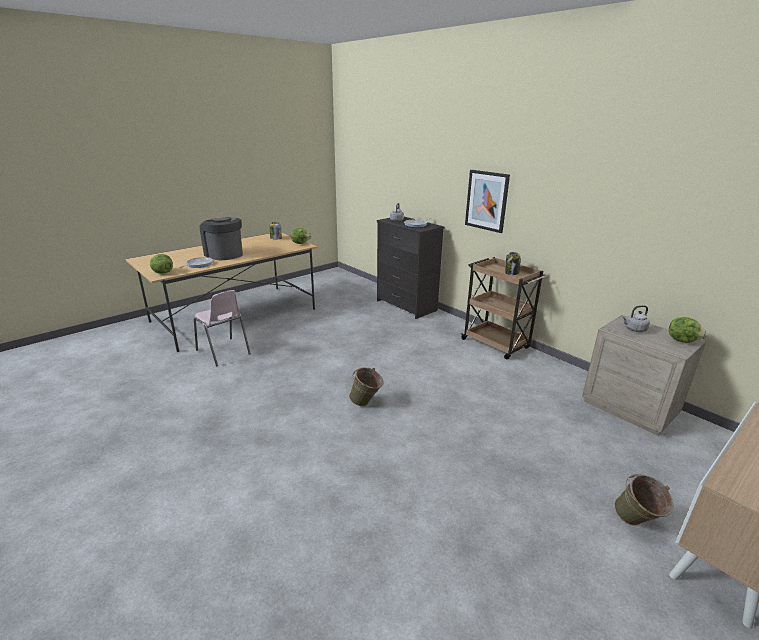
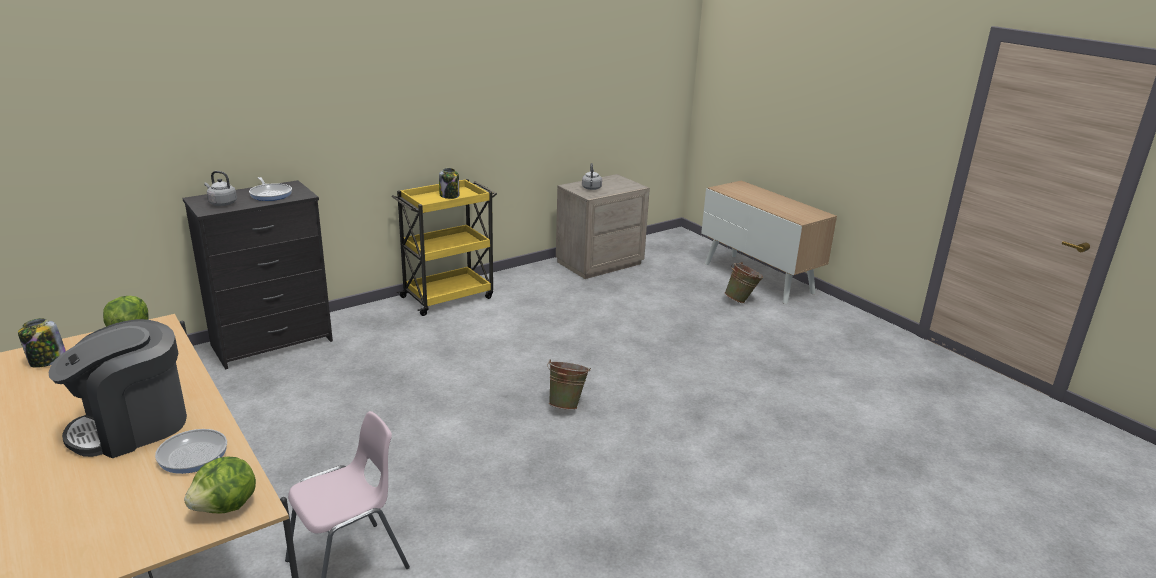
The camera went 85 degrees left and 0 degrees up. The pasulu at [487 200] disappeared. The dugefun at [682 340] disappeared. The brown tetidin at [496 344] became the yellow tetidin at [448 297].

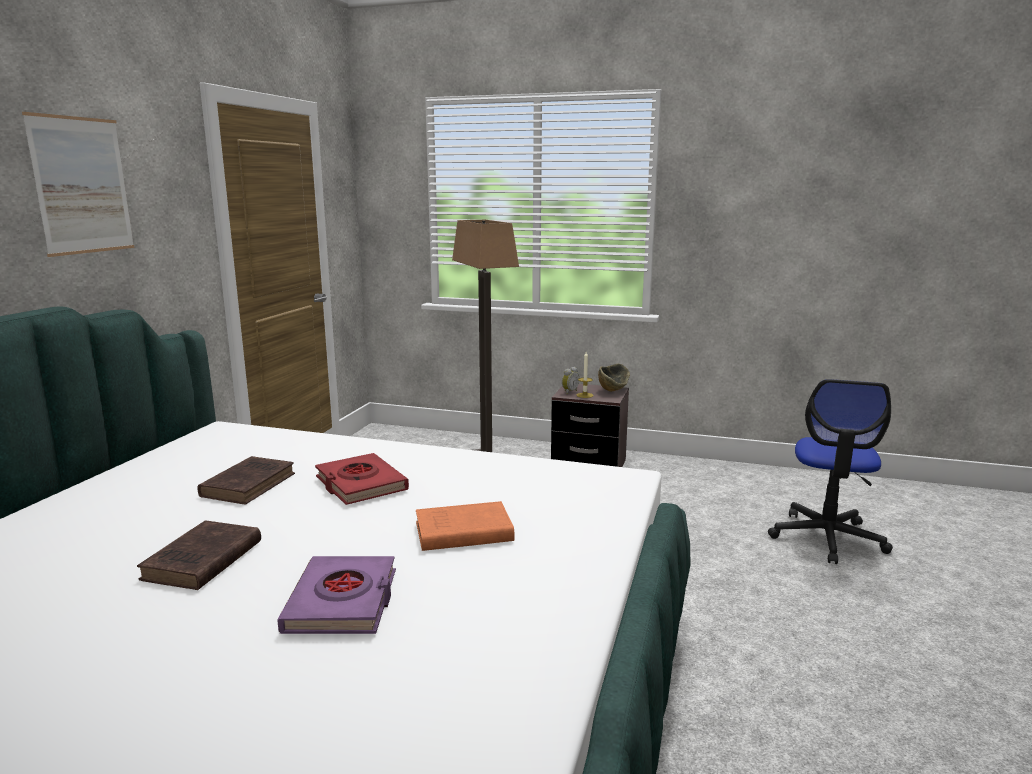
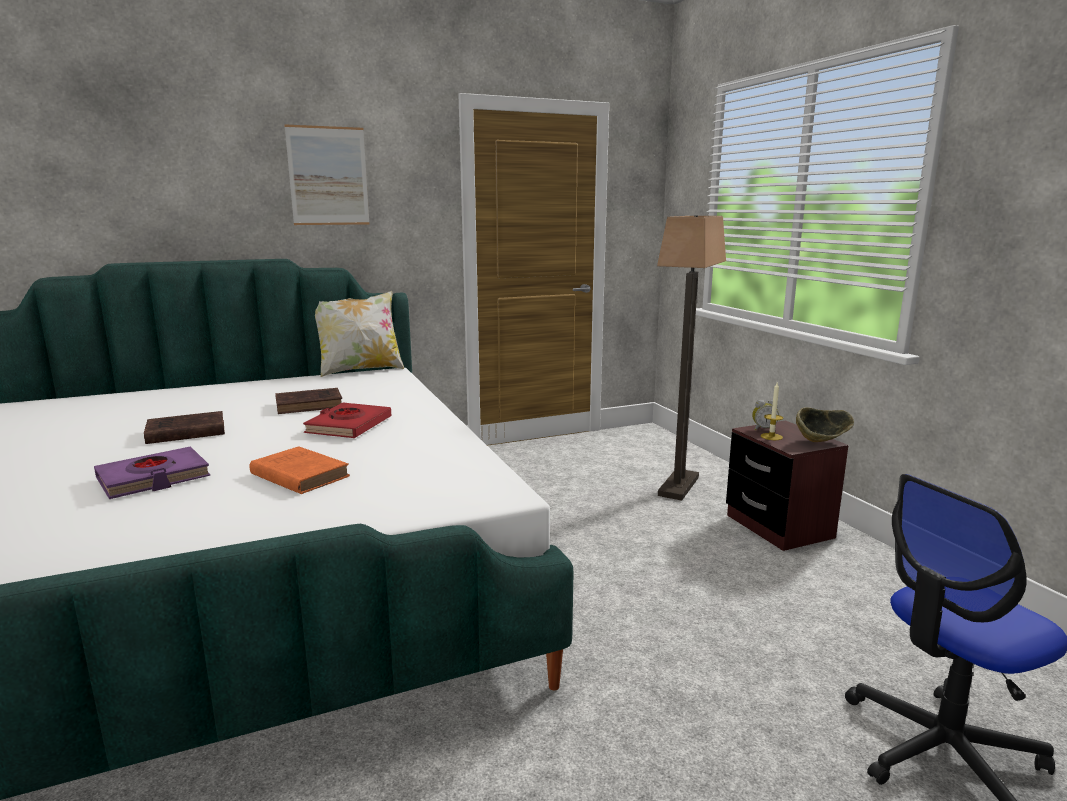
The camera went 50 degrees right and 0 degrees up. The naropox at [360 370] appeared.

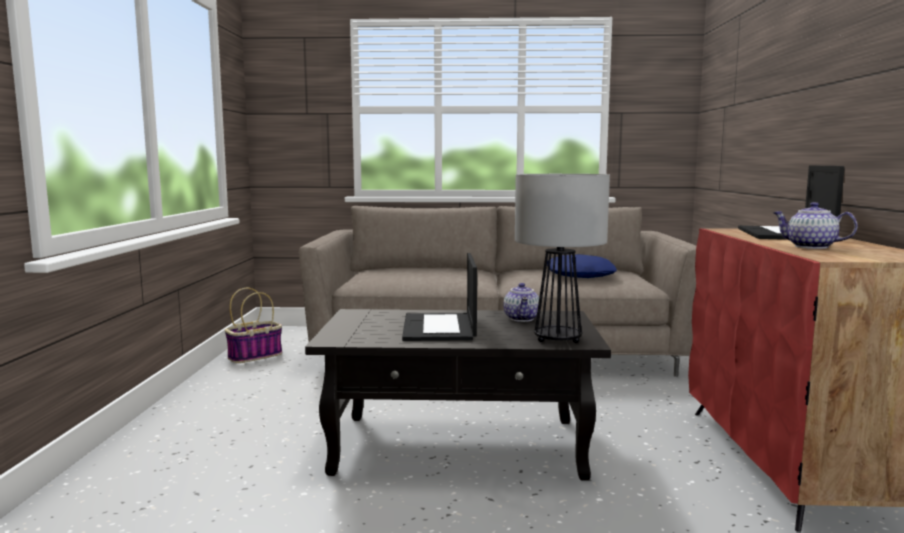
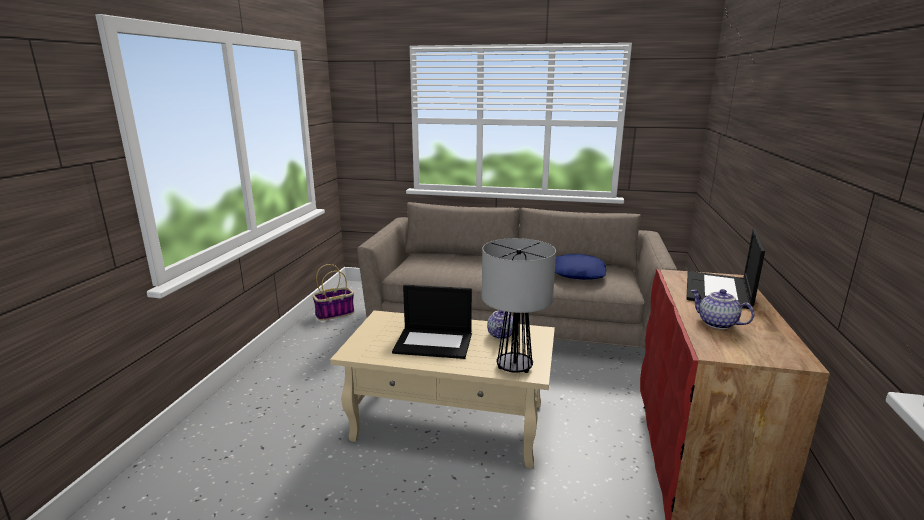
The camera went 10 degrees right and 10 degrees up. The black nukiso at [460 445] became the beige nukiso at [451 422]. The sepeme at [440 328] turned 90 degrees counterclockwise.

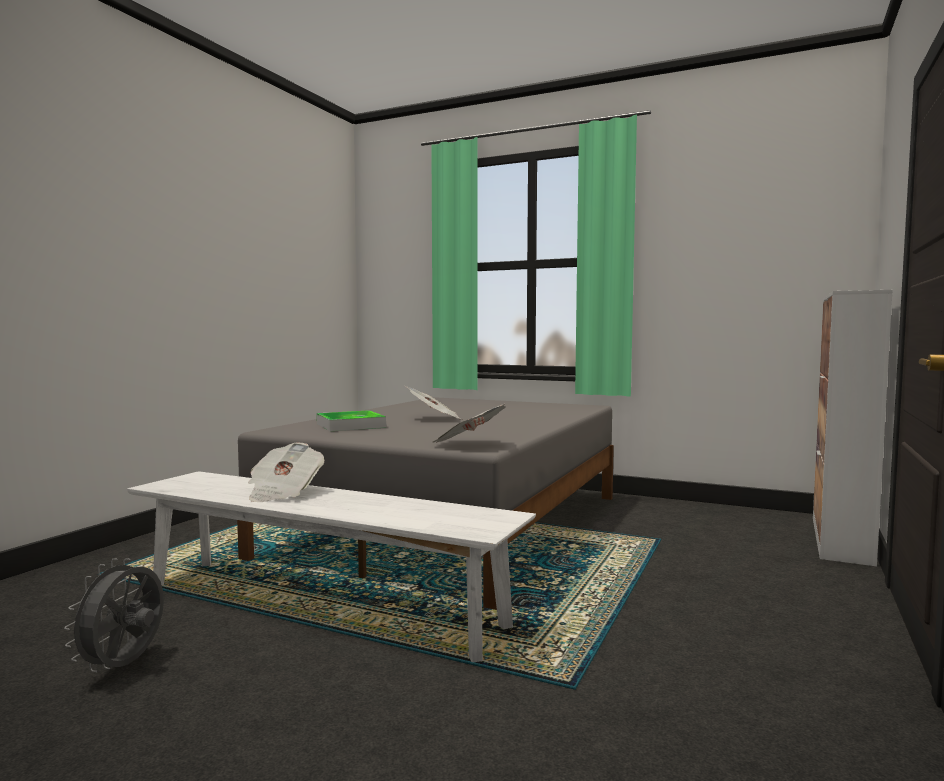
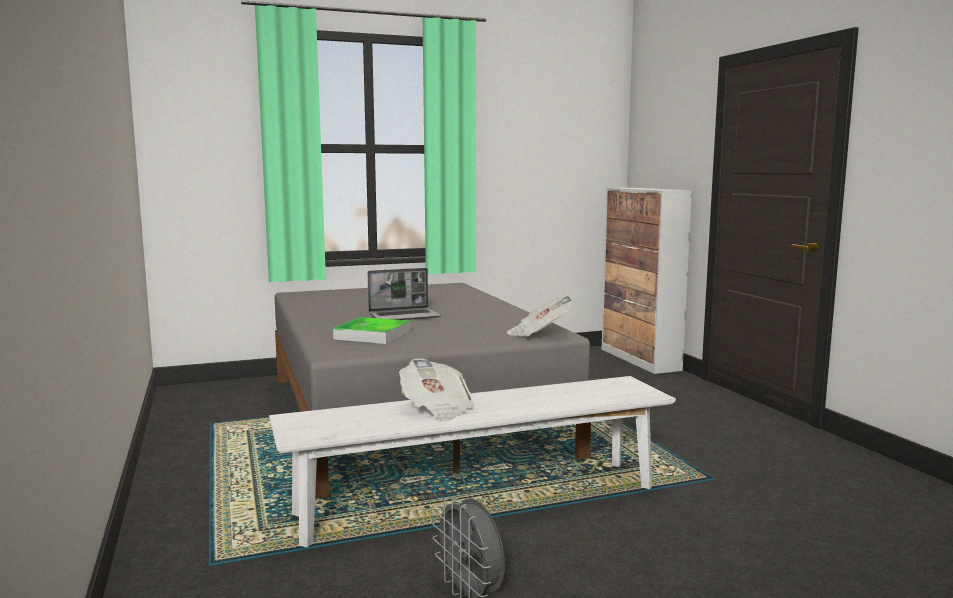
The camera went 45 degrees left and 5 degrees up. The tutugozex at [434 419] was replaced by the sepeme at [404 316].

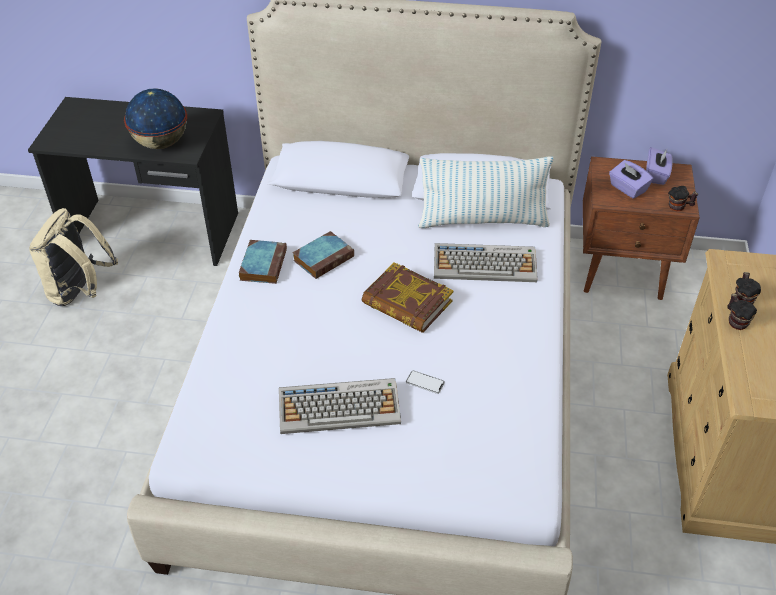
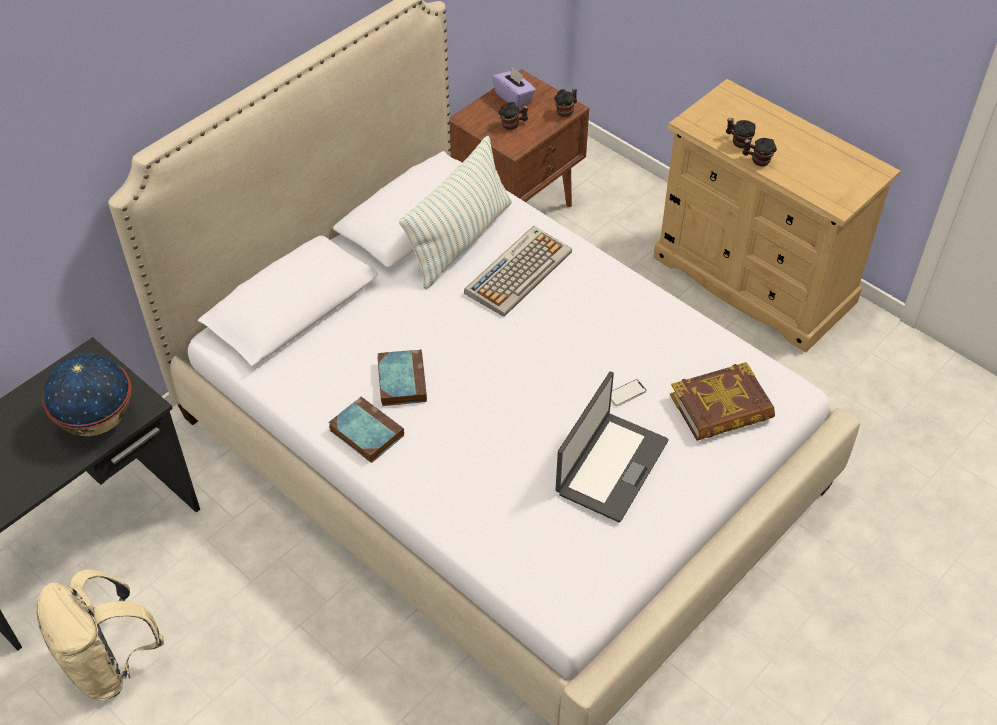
The camera went 55 degrees left and 5 degrees up. The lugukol moved from [407 303] to [721 408]. The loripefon at [340 407] was replaced by the sepeme at [610 466]. The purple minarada at [627 188] was replaced by the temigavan at [513 125].

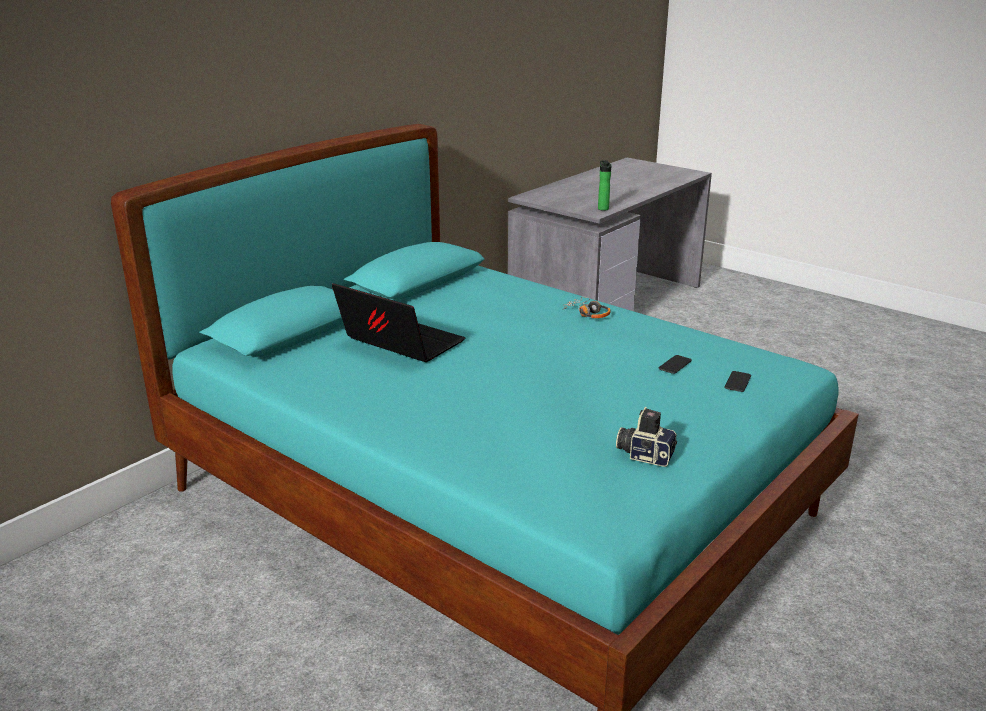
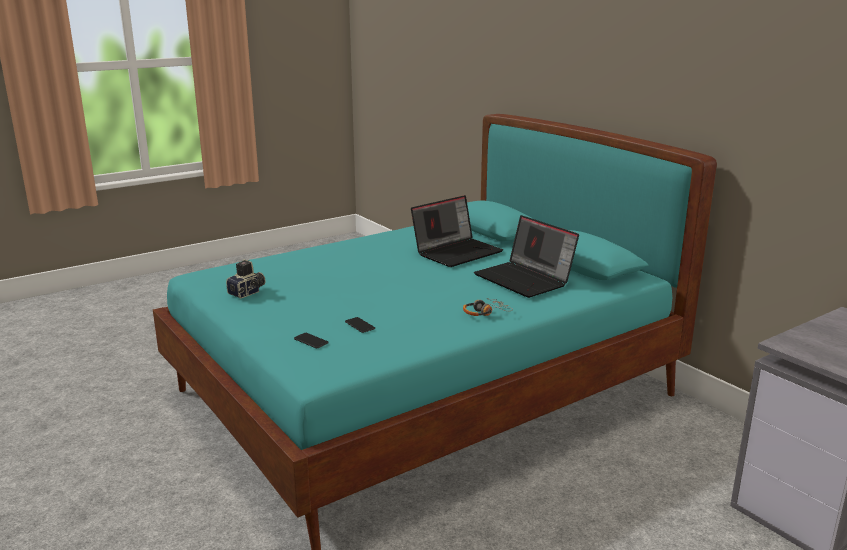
The camera went 105 degrees right and 5 degrees down. The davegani at [602 208] disappeared. The sepeme at [525 279] appeared.

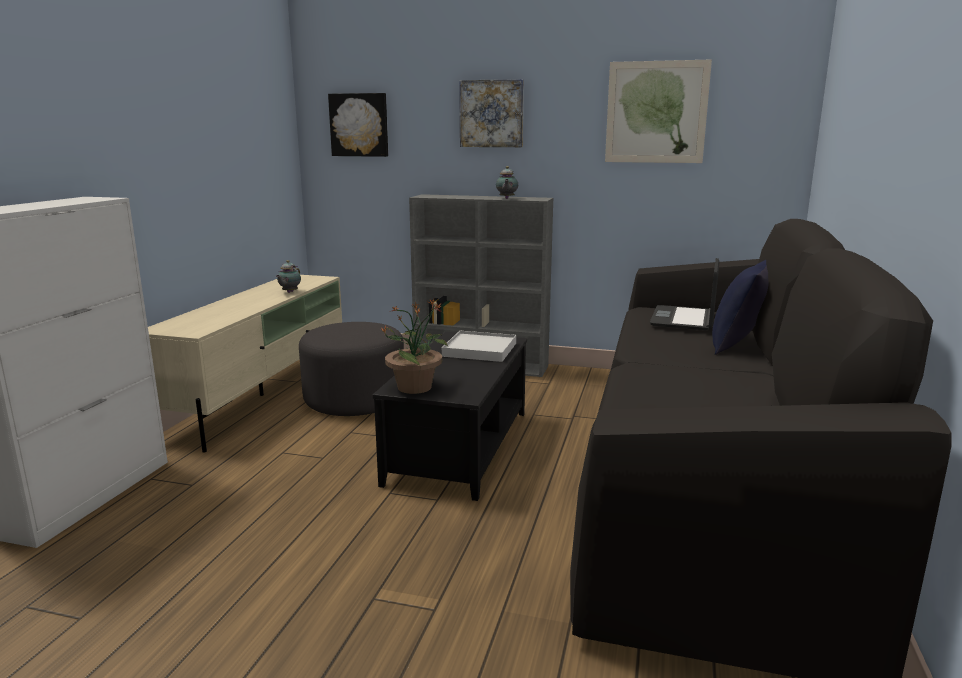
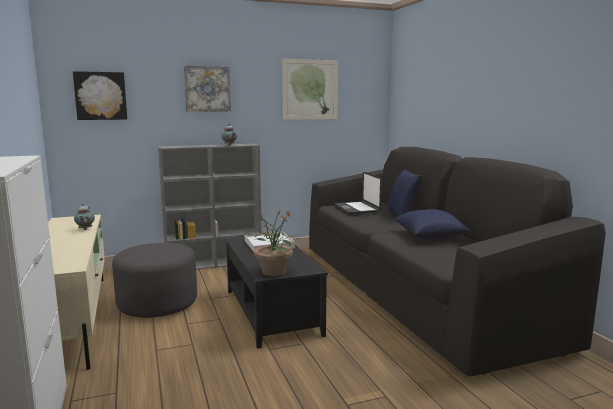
The camera went 35 degrees left and 5 degrees down. The blue naropox at [429 236] appeared.

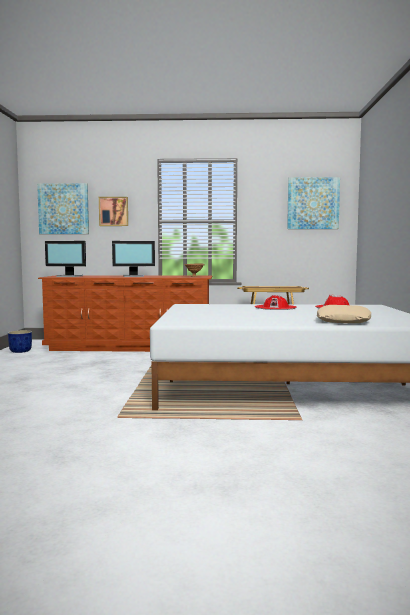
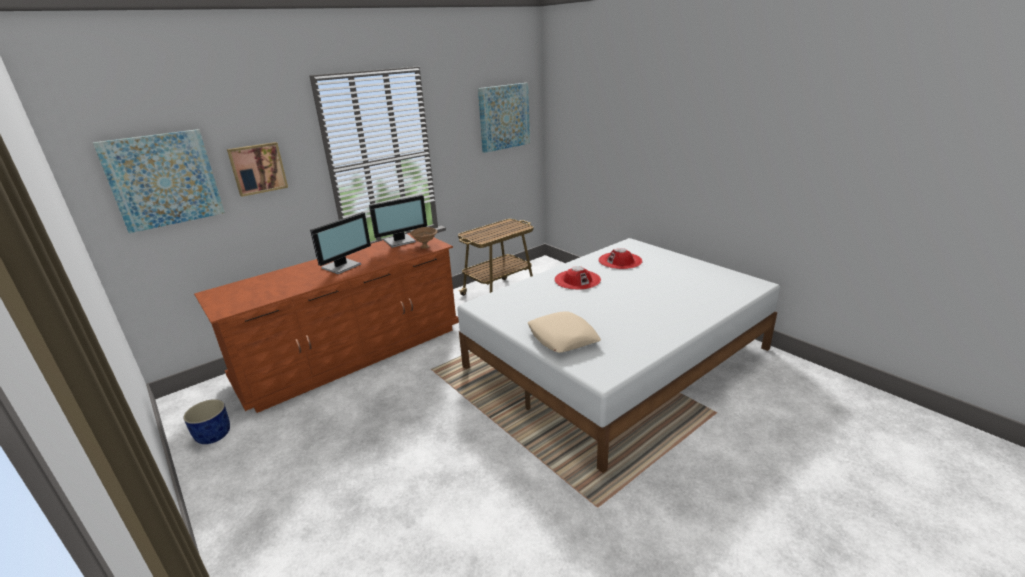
The camera went 40 degrees left and 20 degrees up. The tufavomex moved from [69 276] to [400 241]. The beige naropox moved from [343 321] to [563 337].

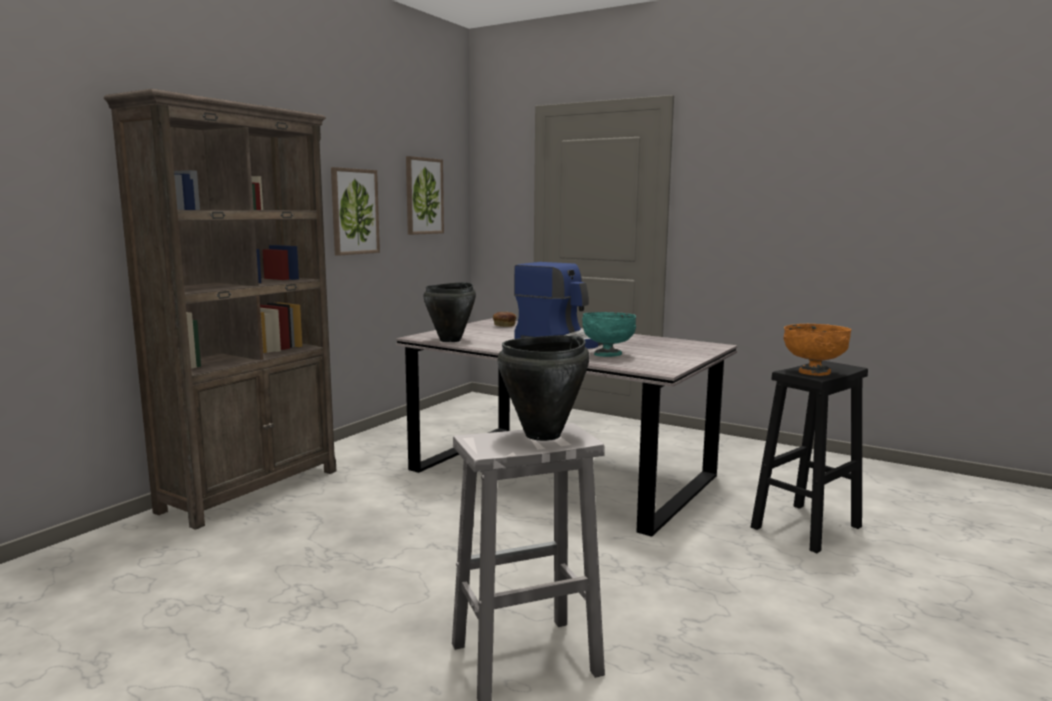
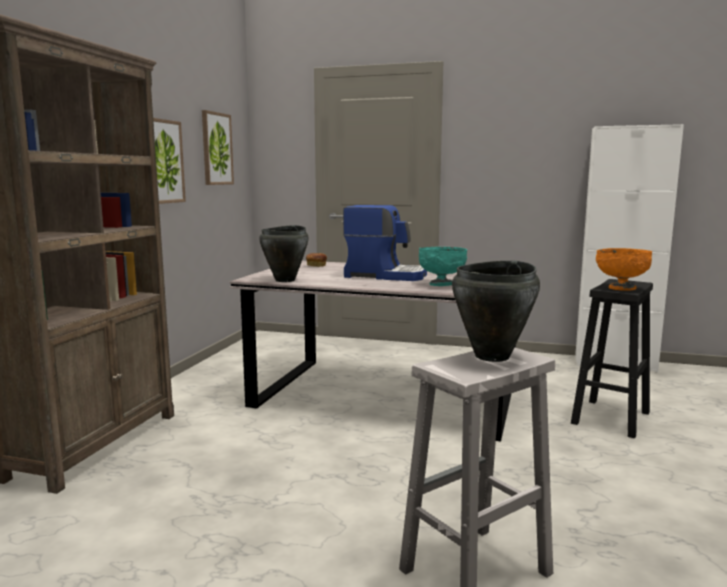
The camera went 15 degrees left and 0 degrees up. The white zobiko at [614 363] appeared.

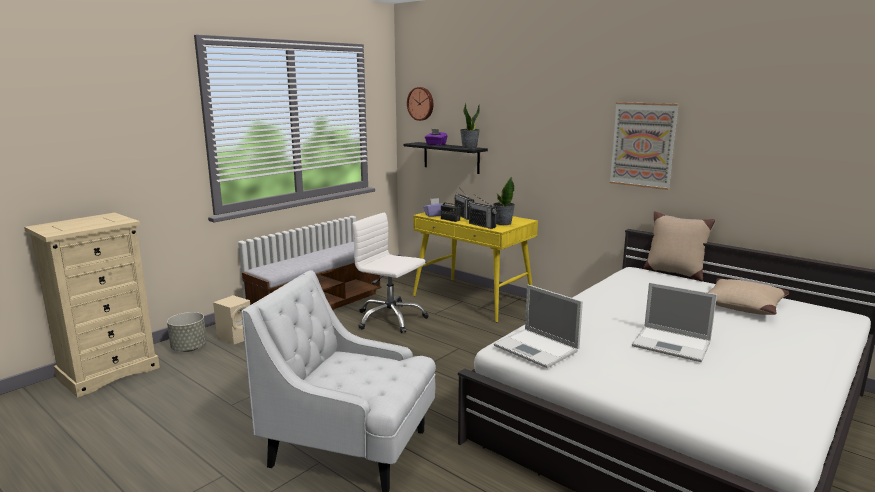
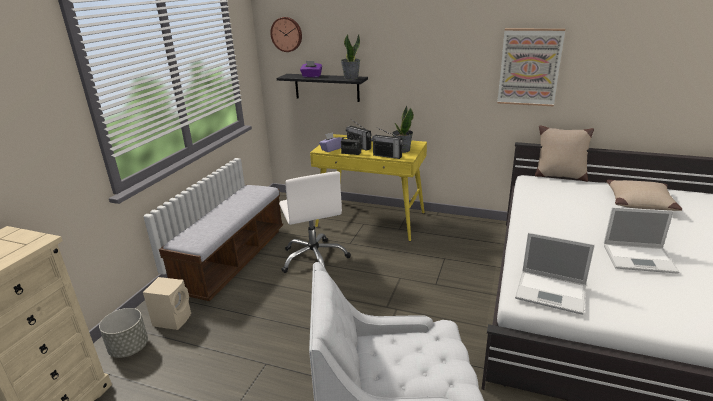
The camera went 20 degrees left and 10 degrees up. The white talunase at [390 319] turned 120 degrees counterclockwise.

